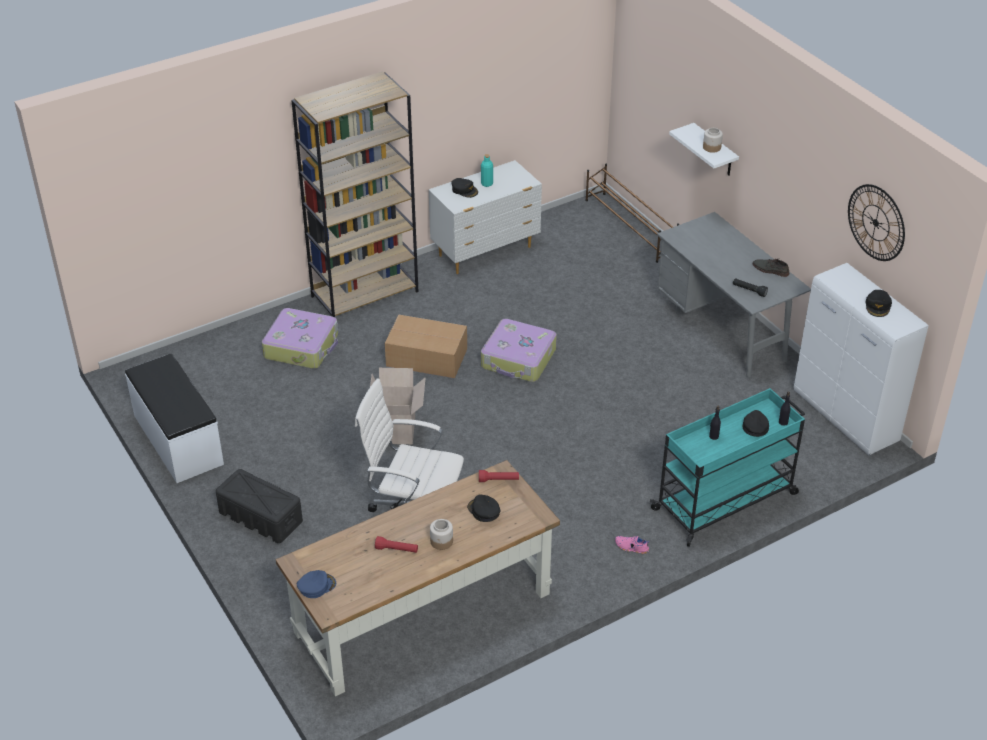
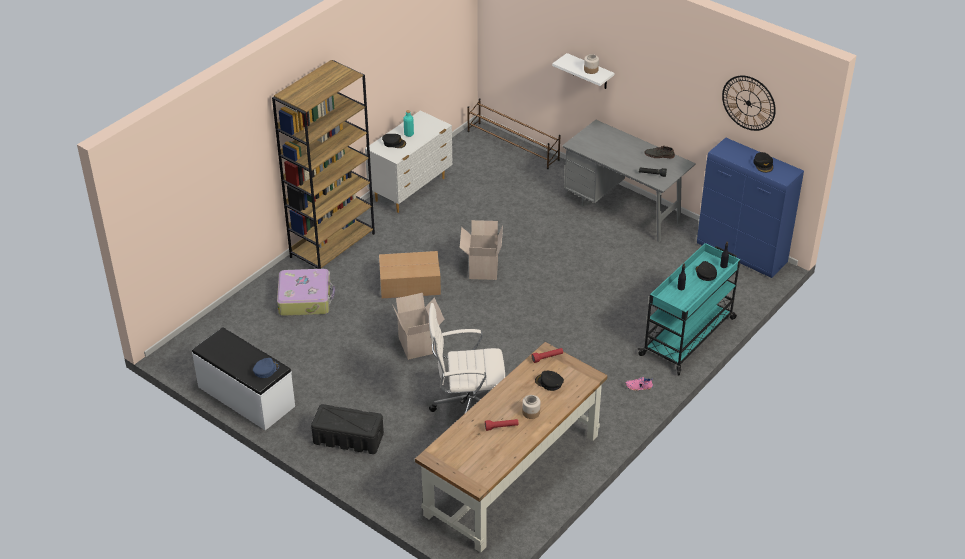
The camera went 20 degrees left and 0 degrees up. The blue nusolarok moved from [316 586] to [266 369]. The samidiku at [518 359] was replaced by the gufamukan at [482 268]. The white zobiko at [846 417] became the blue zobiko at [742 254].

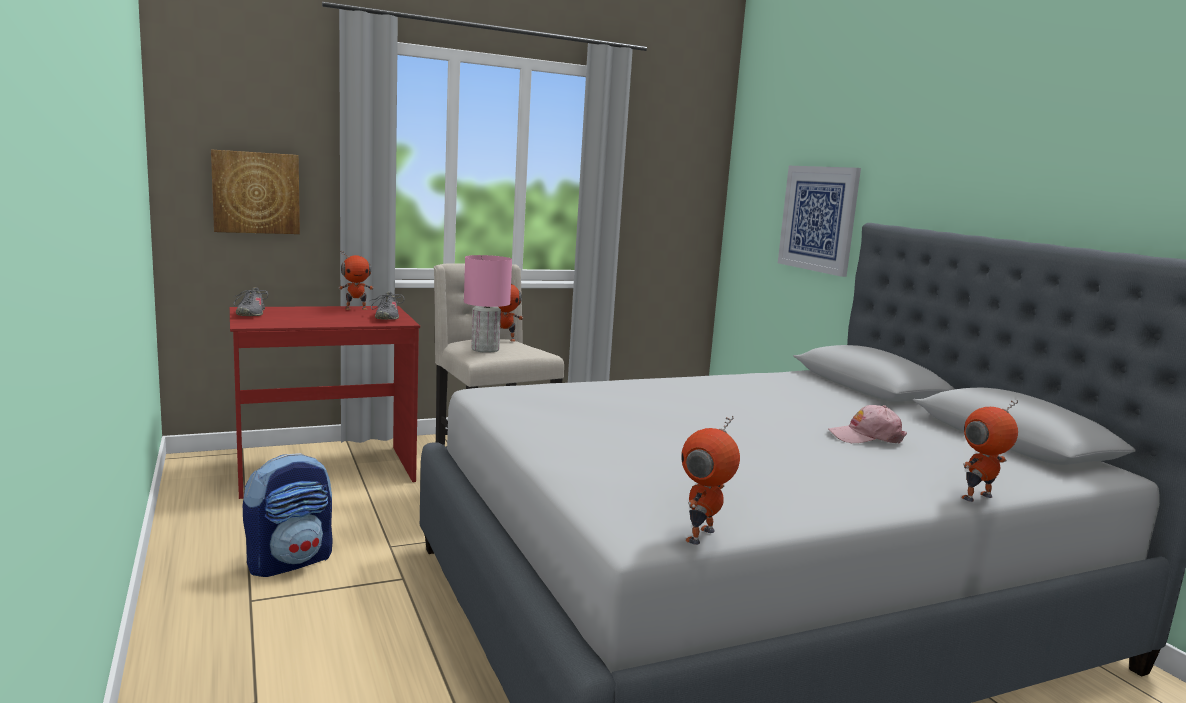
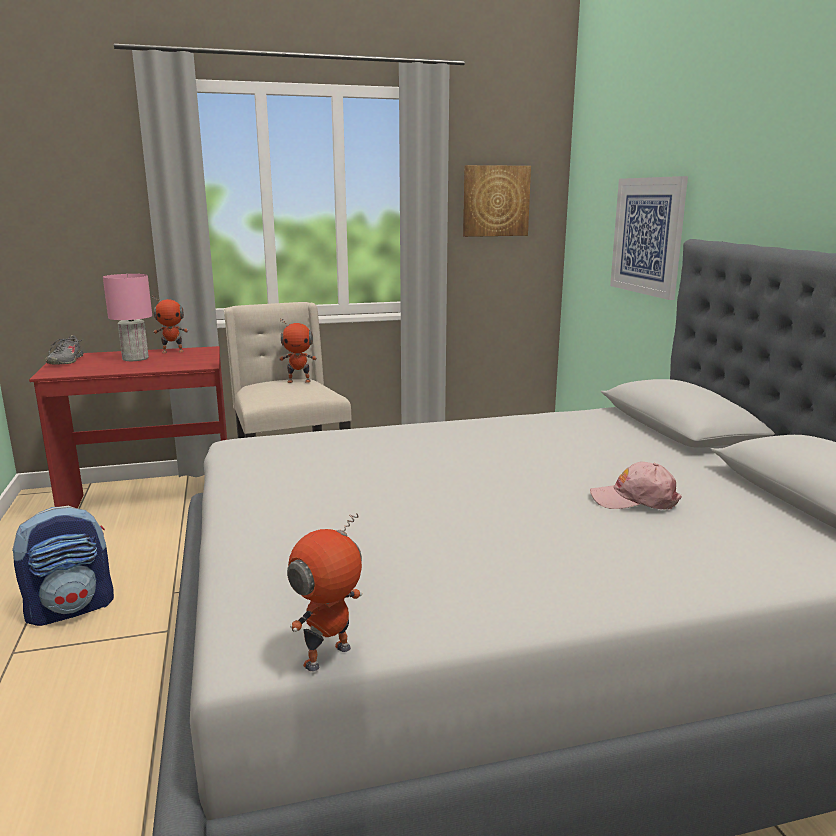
The camera went 10 degrees right and 5 degrees up. The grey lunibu at [386 317] disappeared. The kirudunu at [978 498] disappeared. The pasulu moved from [256 192] to [495 201]. The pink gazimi moved from [485 349] to [136 358].

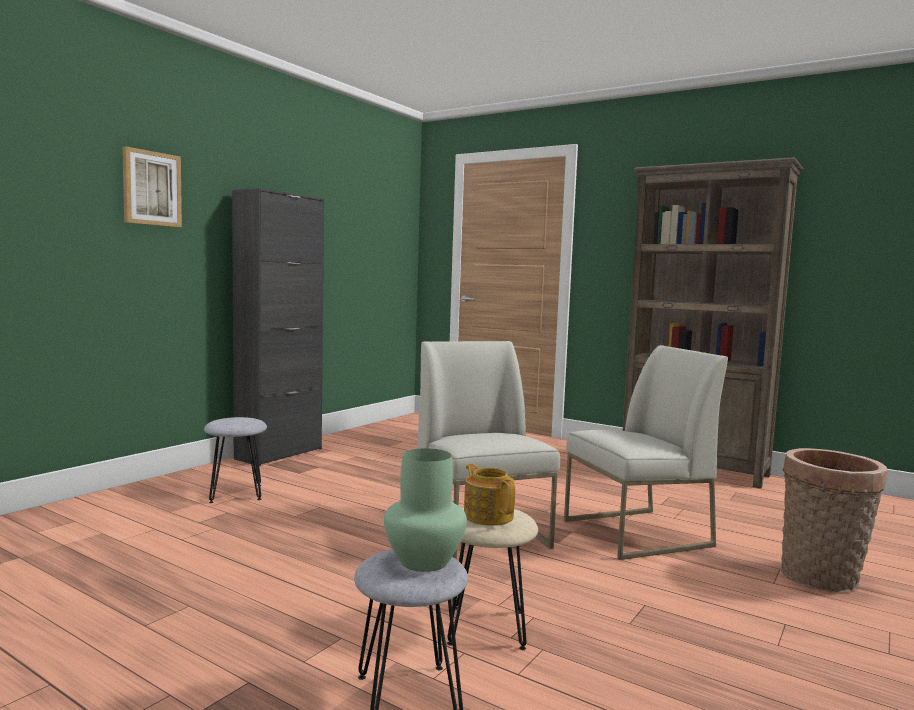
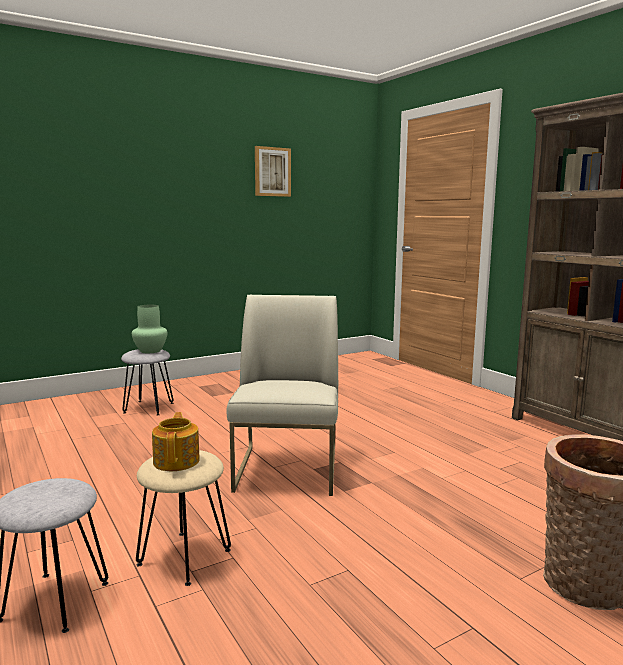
The camera went 25 degrees right and 5 degrees up. The black zobiko at [279 454] disappeared. The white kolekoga at [636 533] disappeared. The pasulu moved from [151 188] to [272 172]. The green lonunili moved from [424 562] to [150 351].

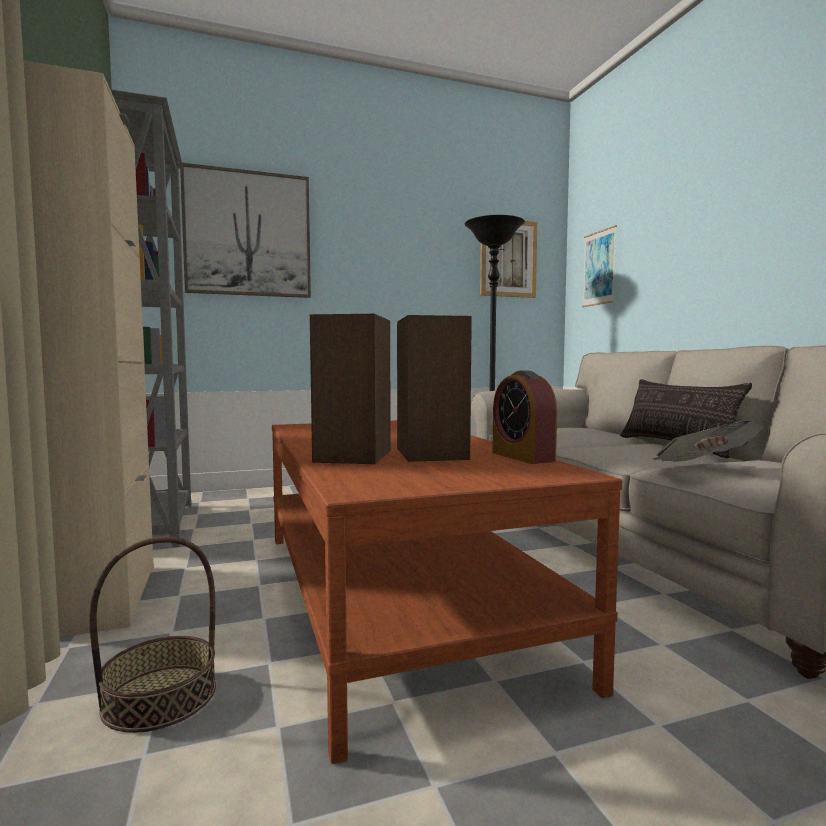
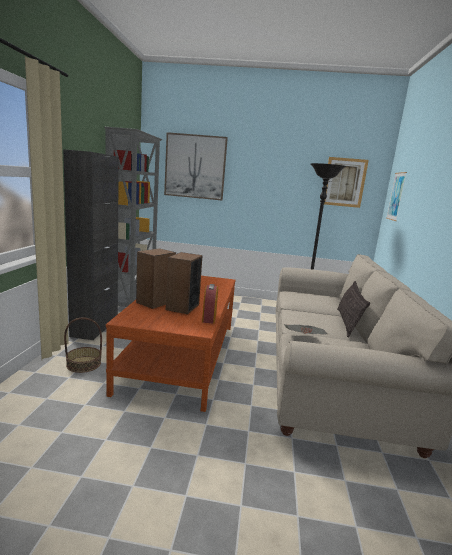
The camera went 25 degrees right and 10 degrees up. The beige zobiko at [106 597] became the black zobiko at [95 327].

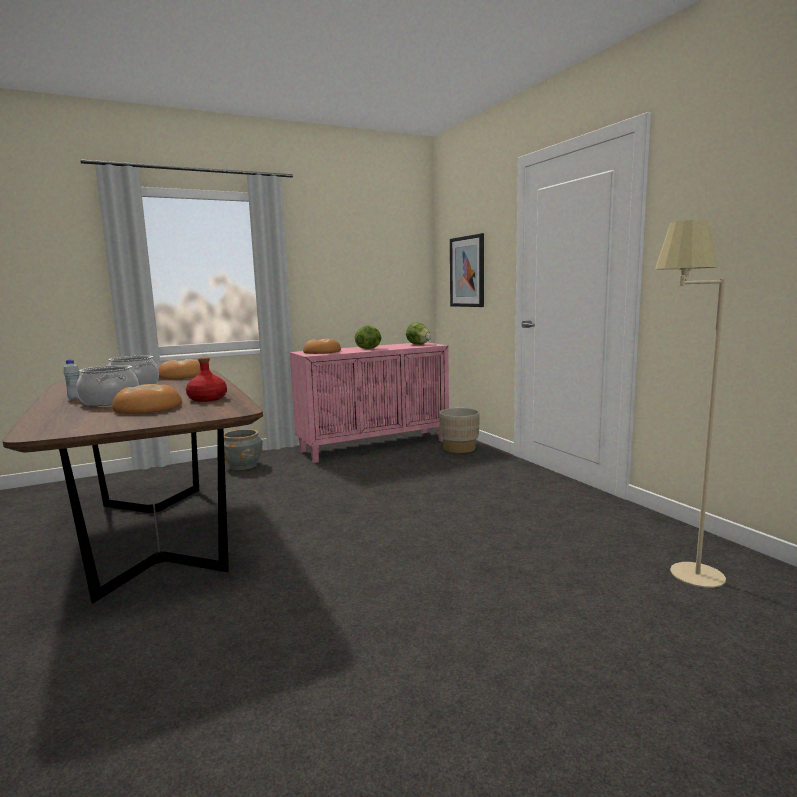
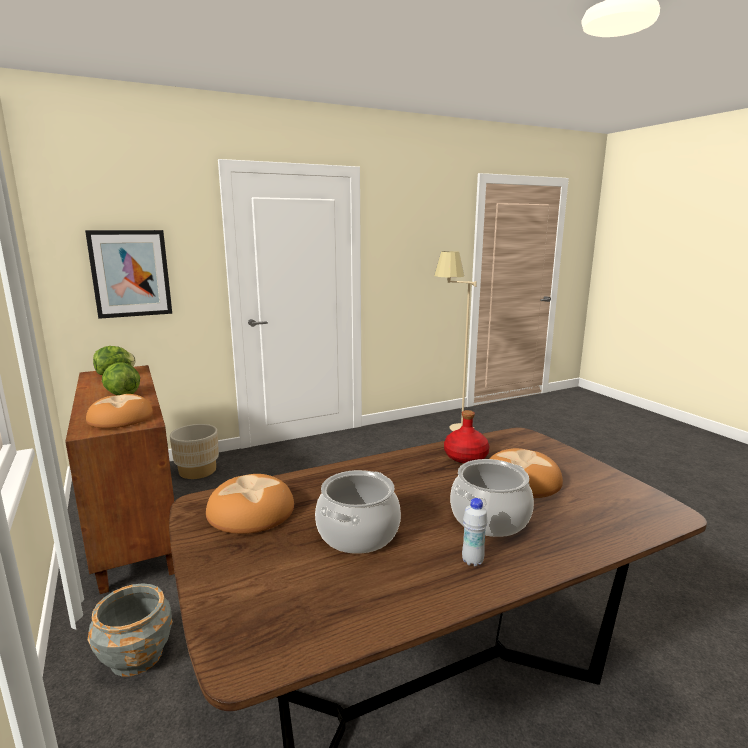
The camera went 90 degrees left and 5 degrees up. The pink zobiko at [374 445] became the brown zobiko at [133 524].

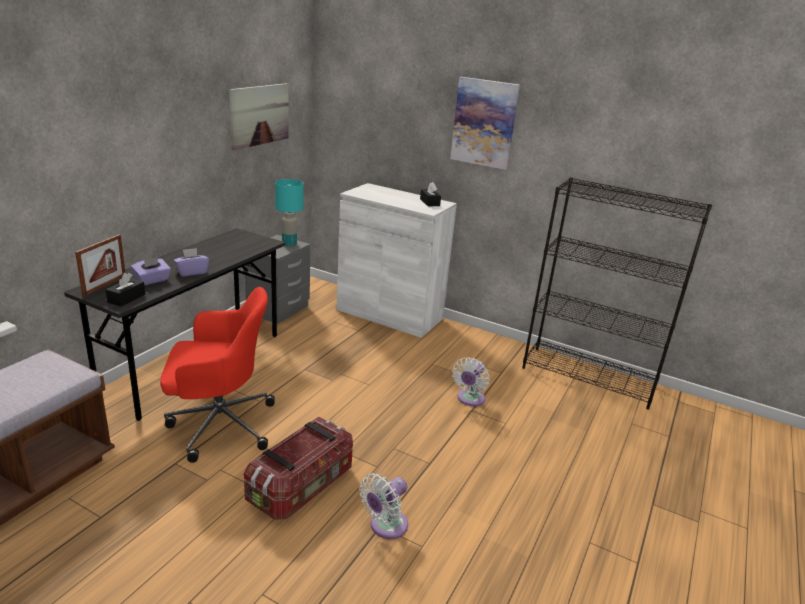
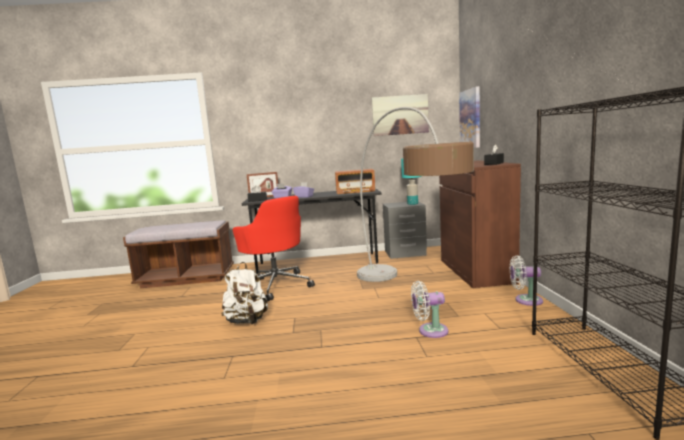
The camera went 60 degrees right and 15 degrees down. The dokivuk at [355 191] appeared. The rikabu at [411 291] appeared. The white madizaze moved from [385 526] to [525 300]. The pasulu moved from [484 123] to [470 118]. The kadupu at [302 486] was replaced by the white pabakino at [247 321]. The white zobiko at [389 314] became the brown zobiko at [476 271].

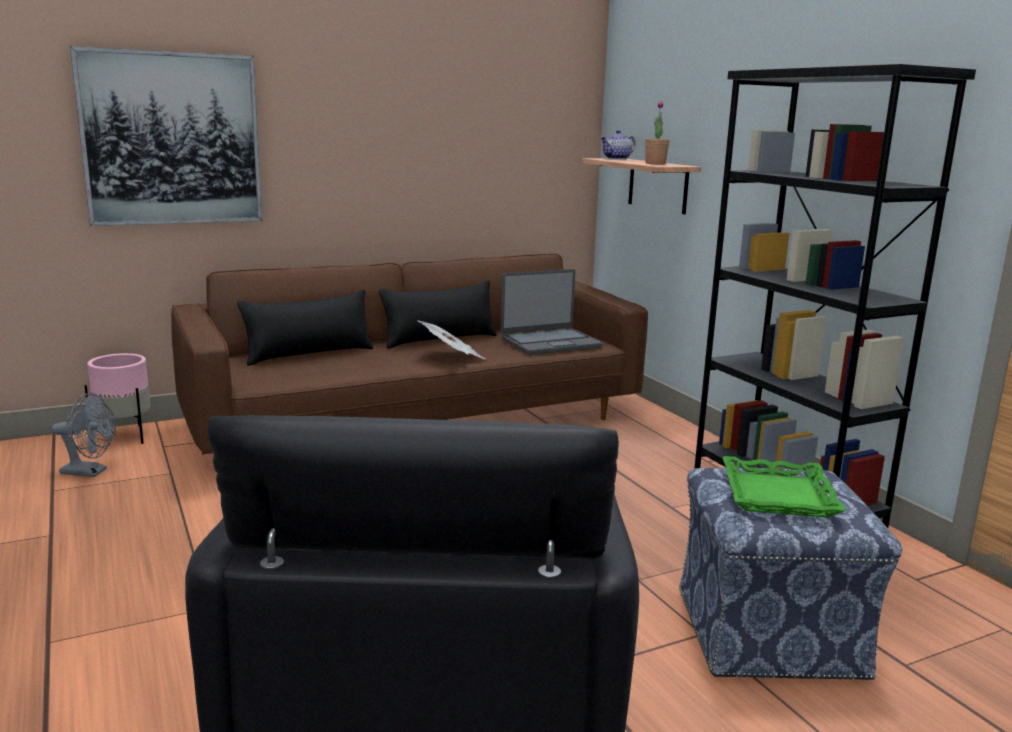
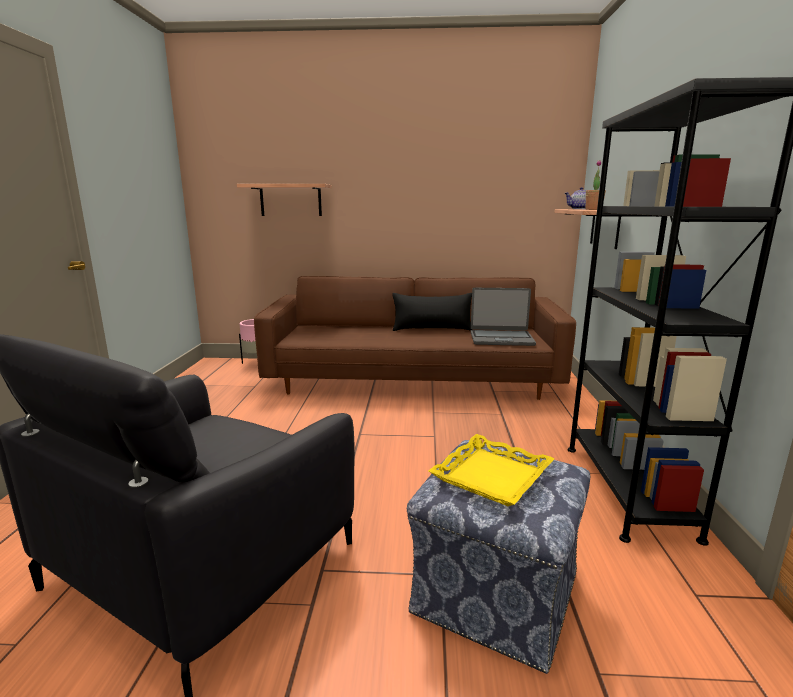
The camera went 30 degrees right and 0 degrees up. The grey madizaze at [90 472] disappeared. The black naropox at [309 354] disappeared. The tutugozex at [452 357] disappeared. The pasulu at [172 139] was replaced by the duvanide at [290 200]. The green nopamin at [779 495] became the yellow nopamin at [492 476].

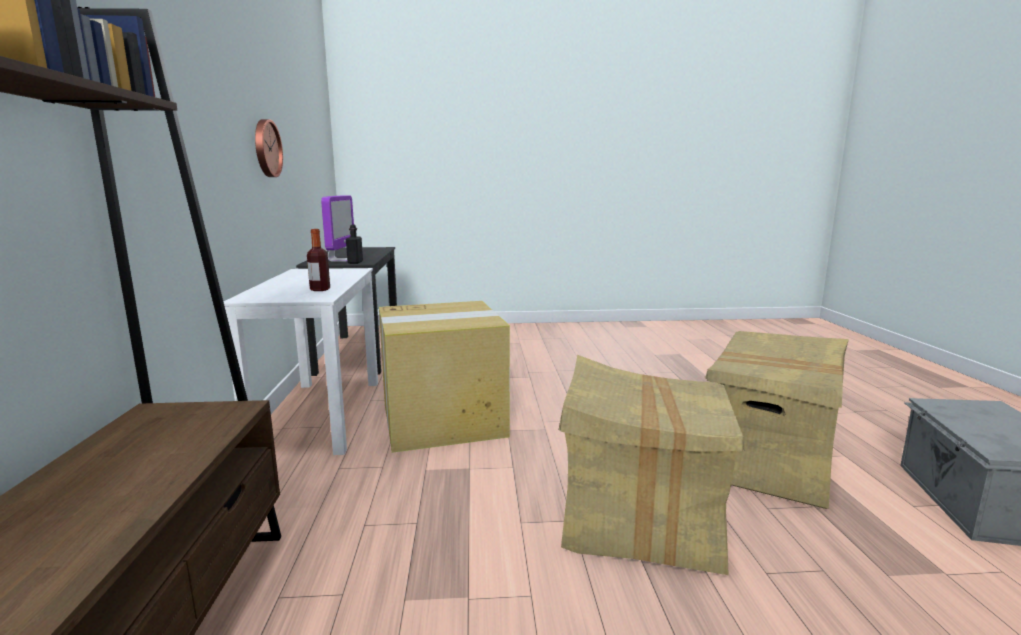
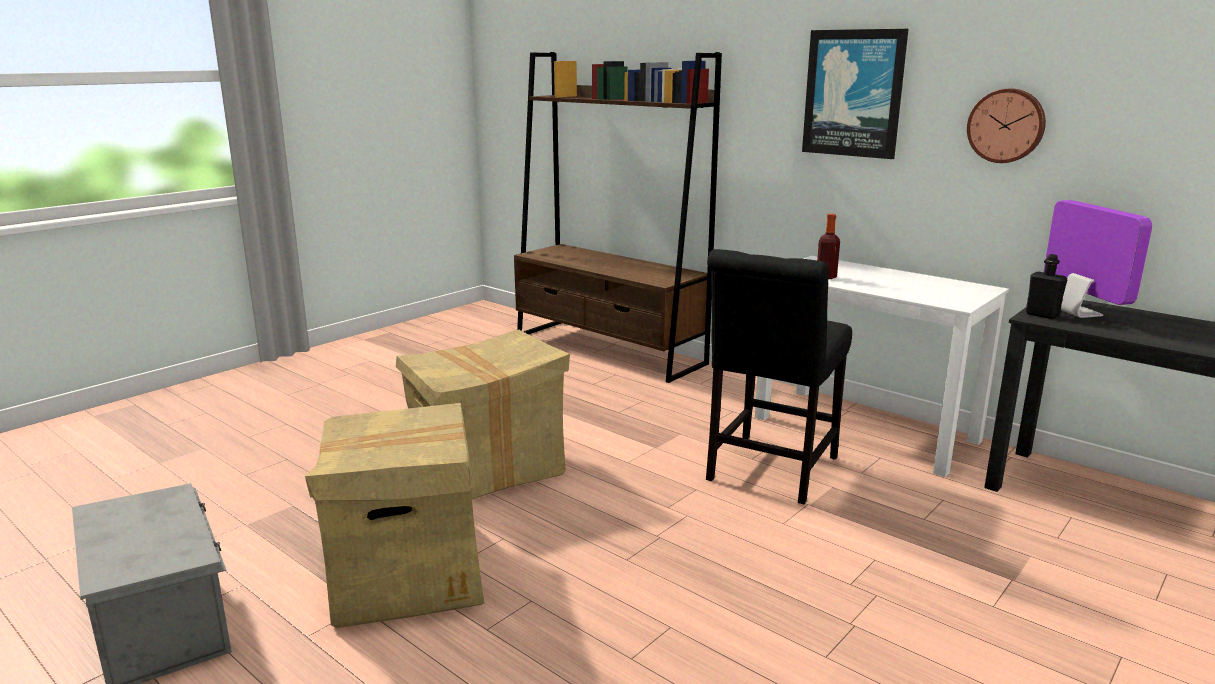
The camera went 135 degrees right and 5 degrees up. The pasulu at [853 93] appeared. The gufamukan at [444 420] was replaced by the black kolekoga at [769 472]. The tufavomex at [340 260] turned 150 degrees counterclockwise.

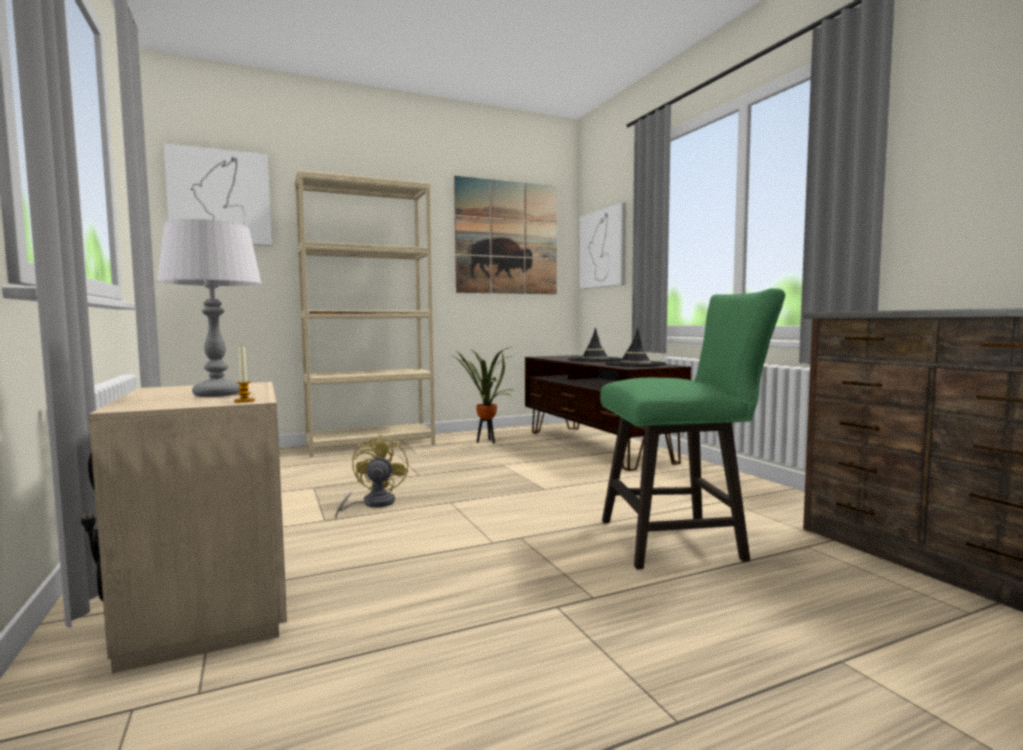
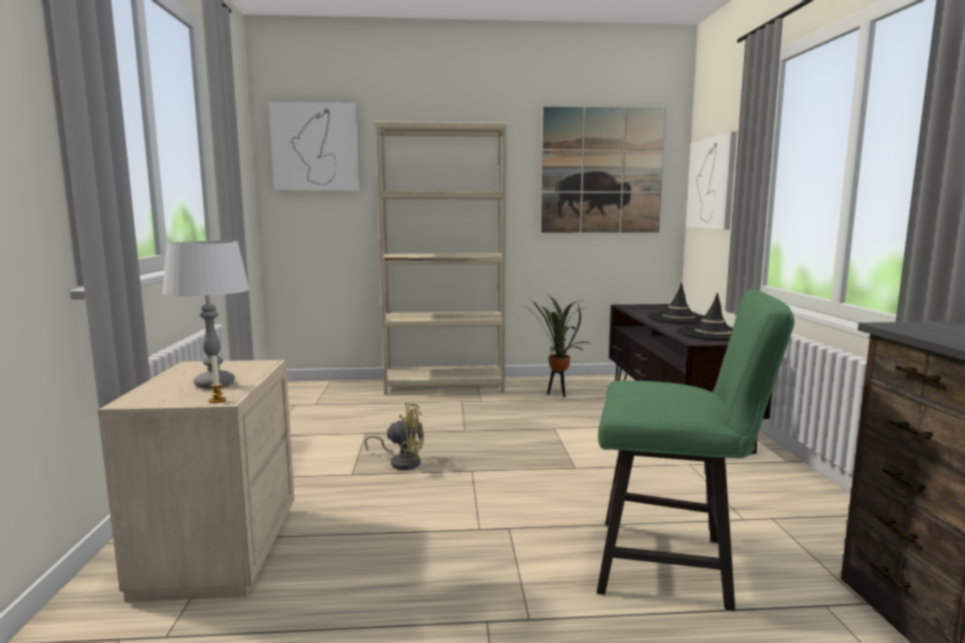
The camera went 20 degrees right and 5 degrees up. The yellow madizaze at [372 504] turned 75 degrees clockwise.

